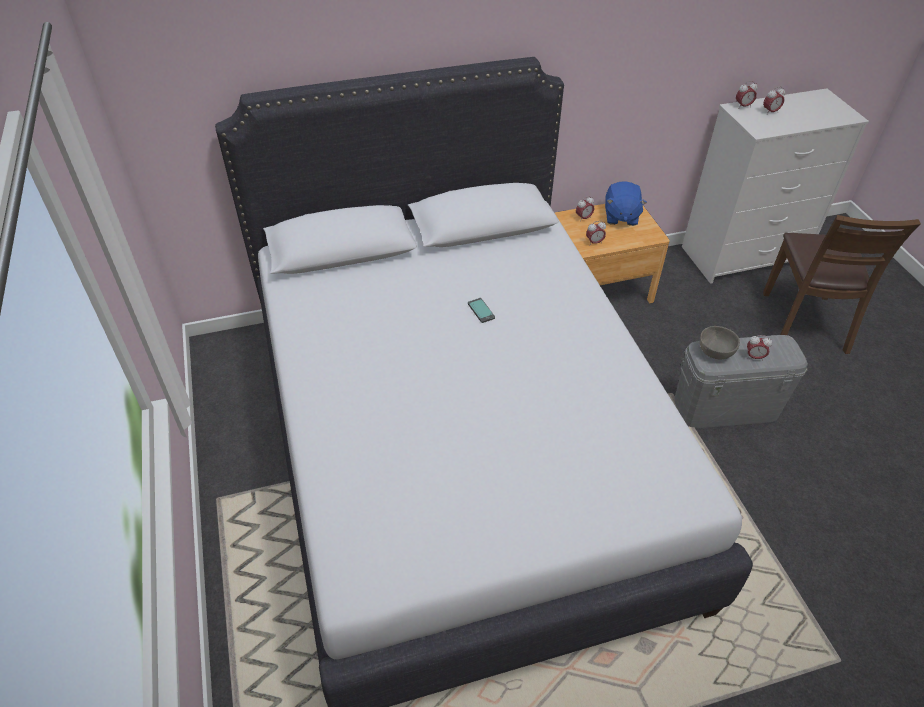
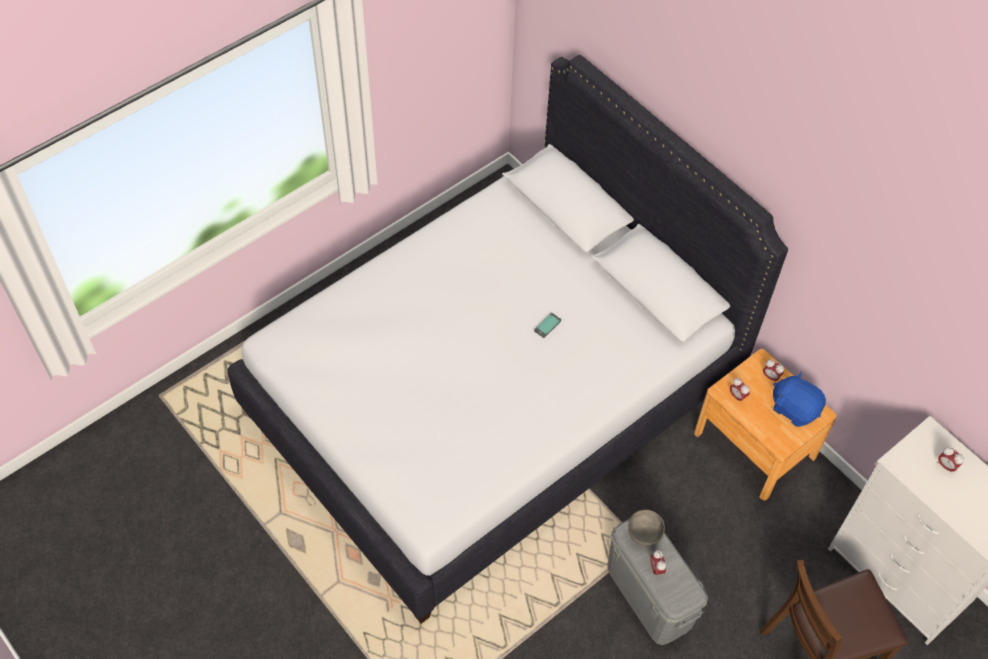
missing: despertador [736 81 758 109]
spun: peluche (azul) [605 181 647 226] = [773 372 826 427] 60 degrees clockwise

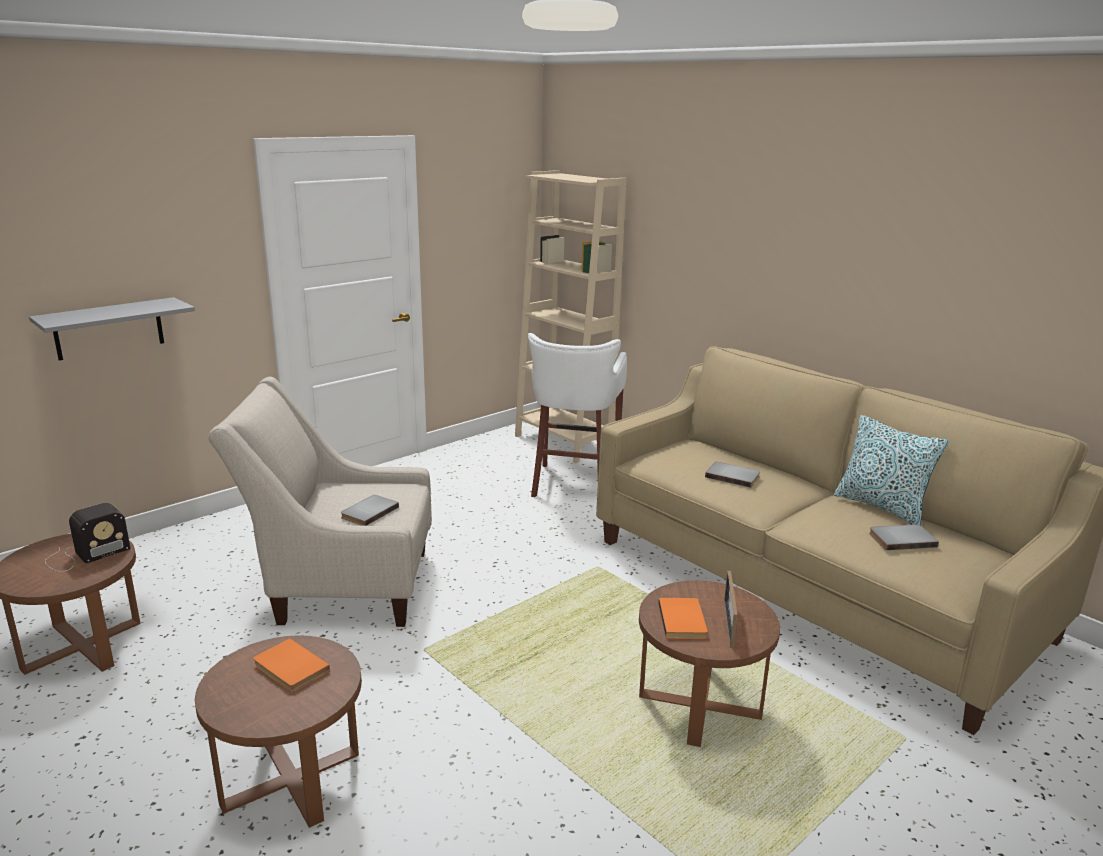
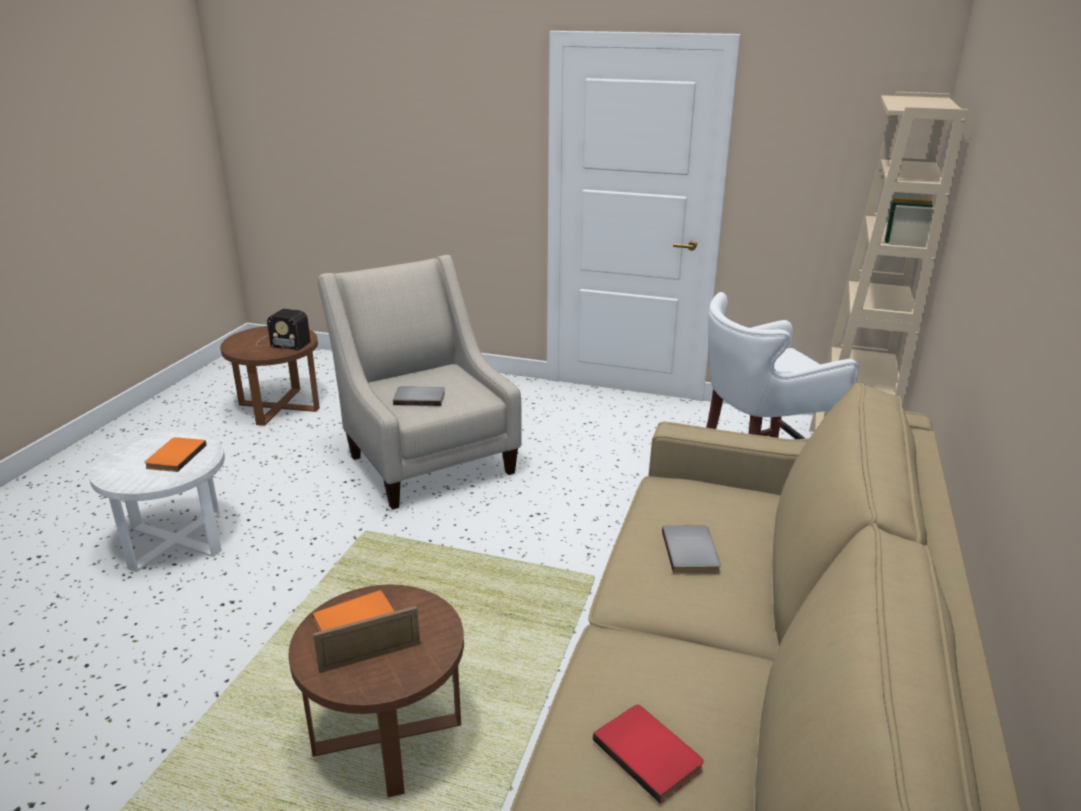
missing: estante (gris) [29 297 195 360]; cojín [834 415 949 526]
colour: mesa auxiliar (marrón) [195 635 362 828] to mesa auxiliar (blanco) [88 431 225 572]; libro (gris) [869 524 939 550] to libro (rojo) [593 705 704 804]

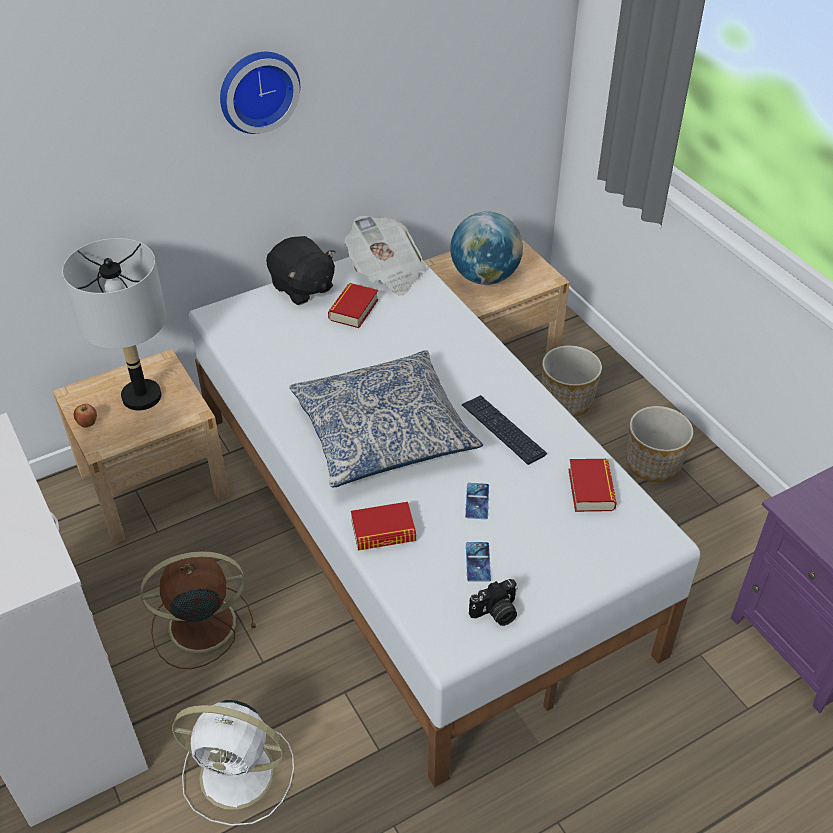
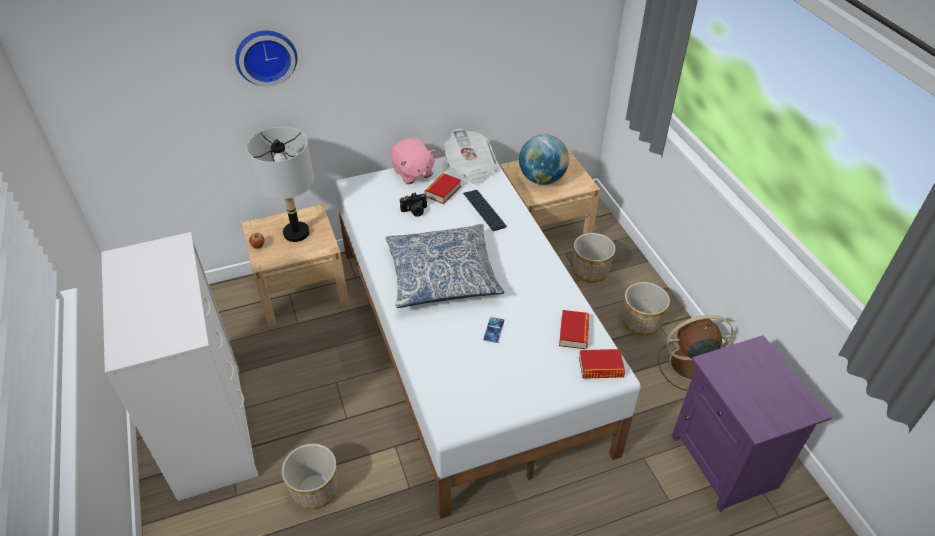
missing: móvil [466 542 491 582]
relocated: reloj de pared [220 52 300 134] to [235 30 297 86]; cámara [469 579 518 626] to [400 192 427 217]; teclado [462 395 547 465] to [463 190 507 231]; libro [351 502 416 551] to [579 349 625 379]; ventilador (marrón) [141 551 256 669] to [658 315 733 391]
exchanged: ventilador (blanco) [172 700 294 826] to maceta [282 444 338 510]
colour: peluche (negro) [266 236 335 305] to peluche (rosa) [390 138 436 184]

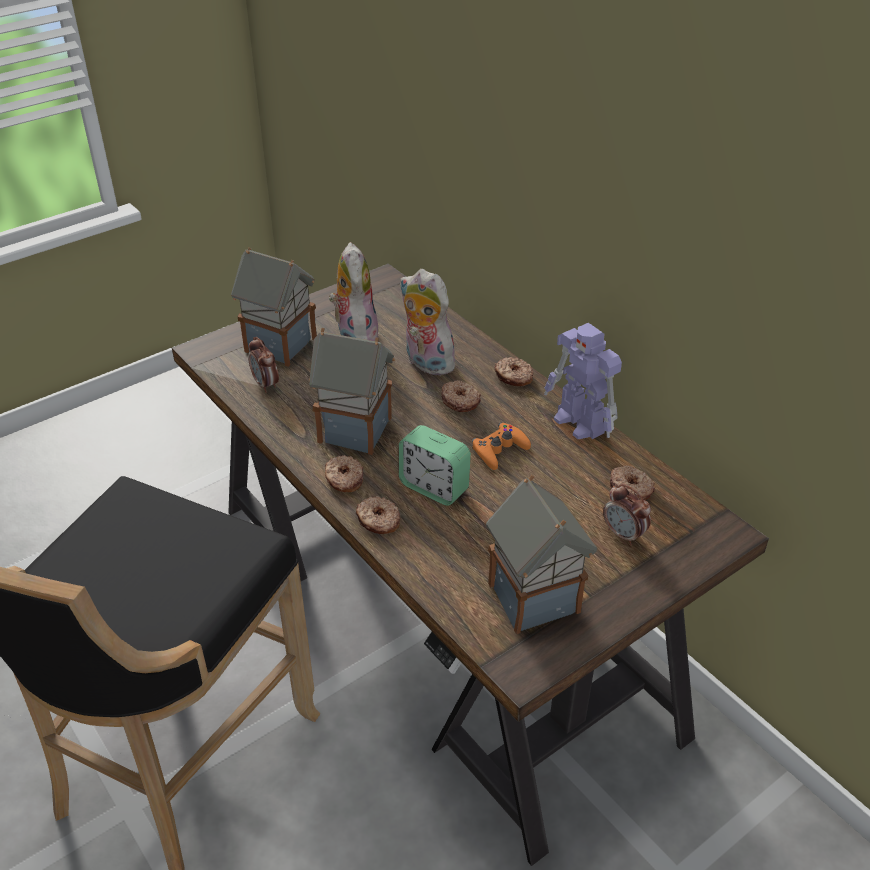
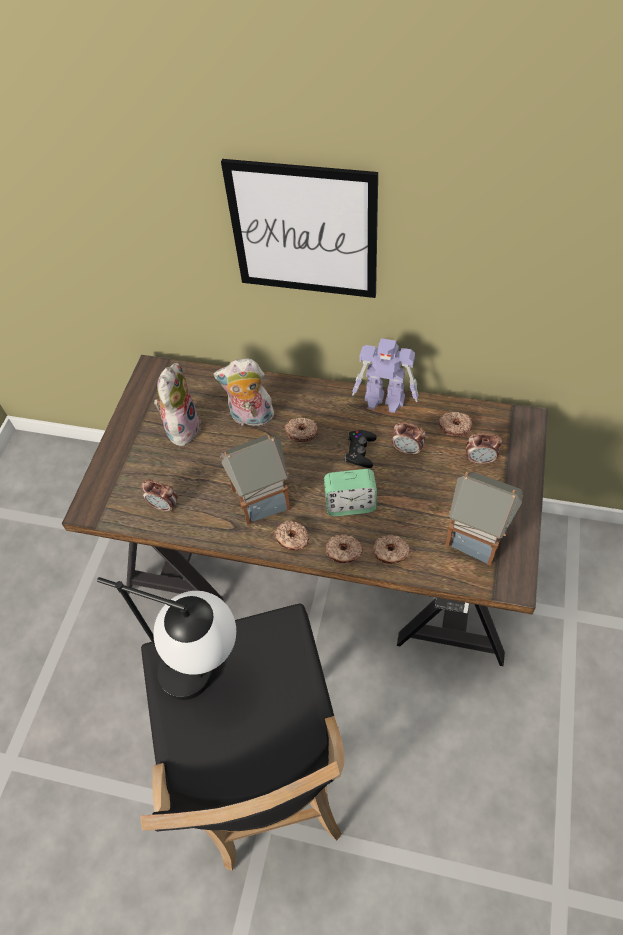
missing: casita [231 248 317 367]
appeared: lámpara de mesa [97 577 236 700]; cuadro [221 159 378 298]; despertador [392 422 426 456]
relocated: rosquilla [494 357 534 387] to [373 535 410 564]
colour: mando de consola (naranja) [472 423 531 470] to mando de consola (negro) [344 430 377 468]
spun: peluche [329 242 379 341] = [154 363 201 446] 60 degrees clockwise

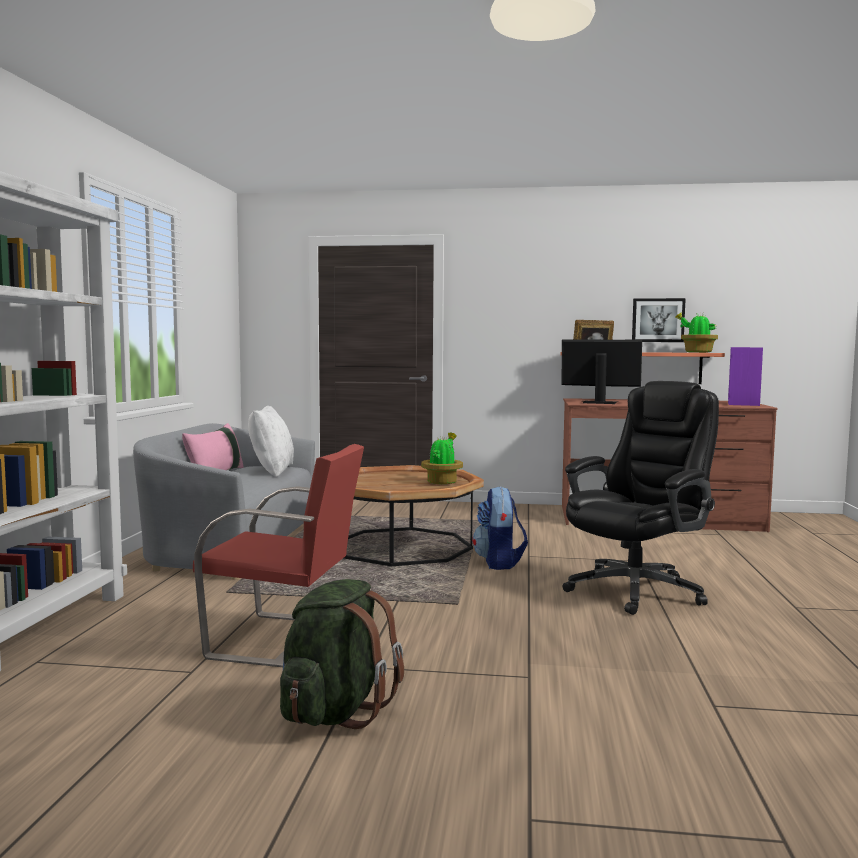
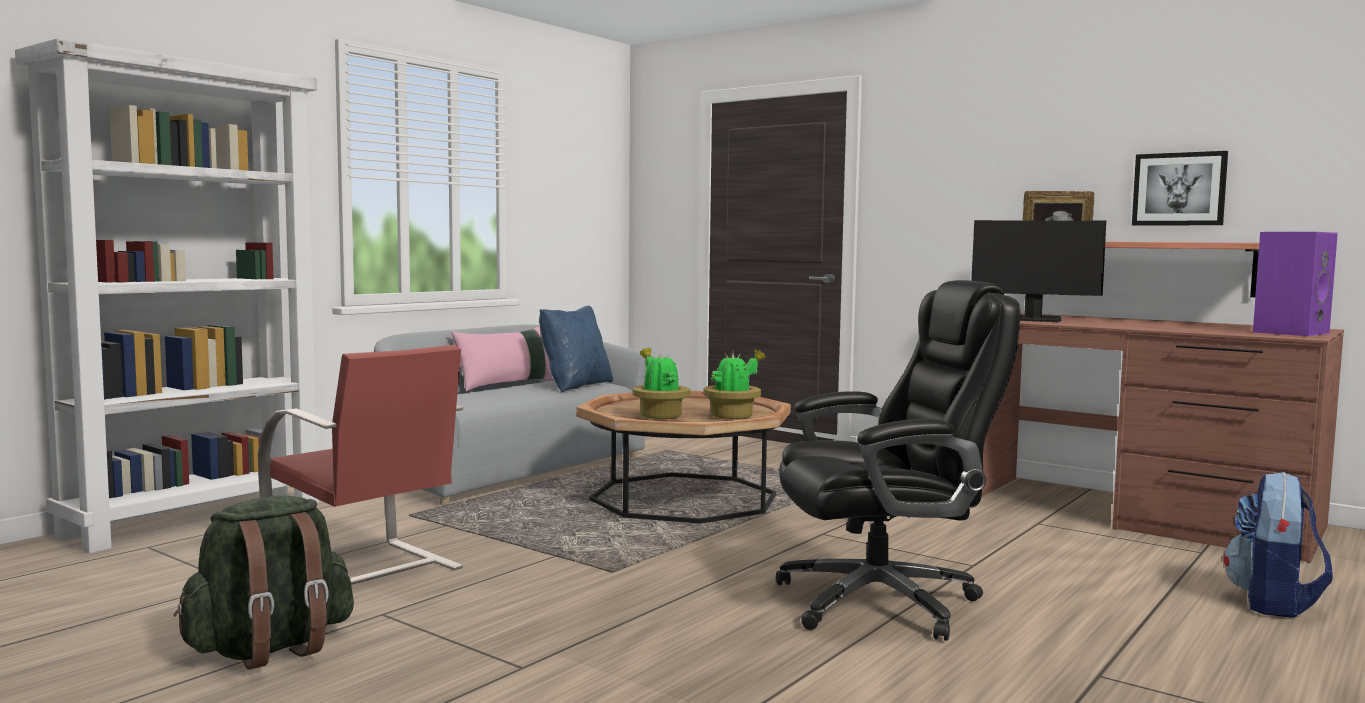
relocated: planta en maceta [675 312 718 353] to [632 348 690 419]; mochila [472 486 528 570] to [1224 472 1333 618]
colour: cojín (blanco) [248 406 294 477] to cojín (azul) [539 306 613 393]
spun: monitor [562 339 642 404] = [971 220 1106 322] 150 degrees clockwise

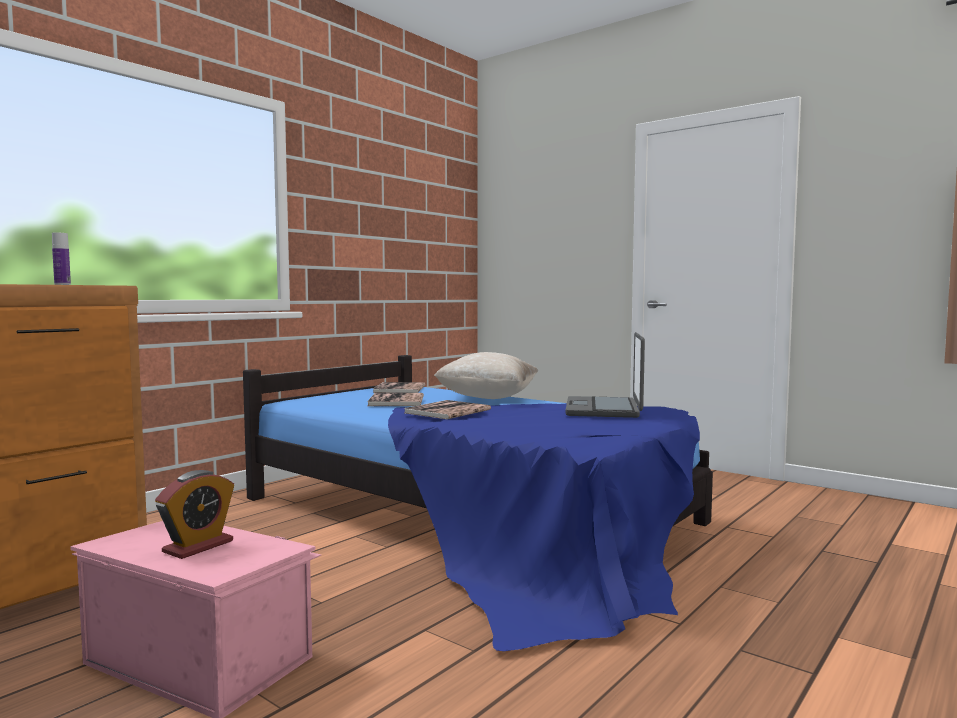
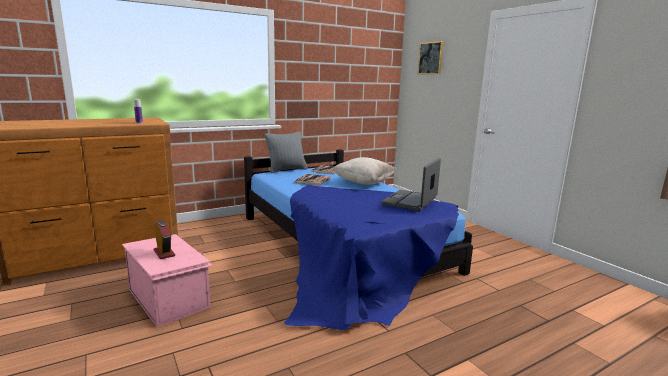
missing: libro [404 400 491 419]
appeared: cojín (gris) [265 131 308 173]; cuadro [418 41 444 74]
spun: despertador [155 470 234 559] = [154 221 175 259] 90 degrees counterclockwise

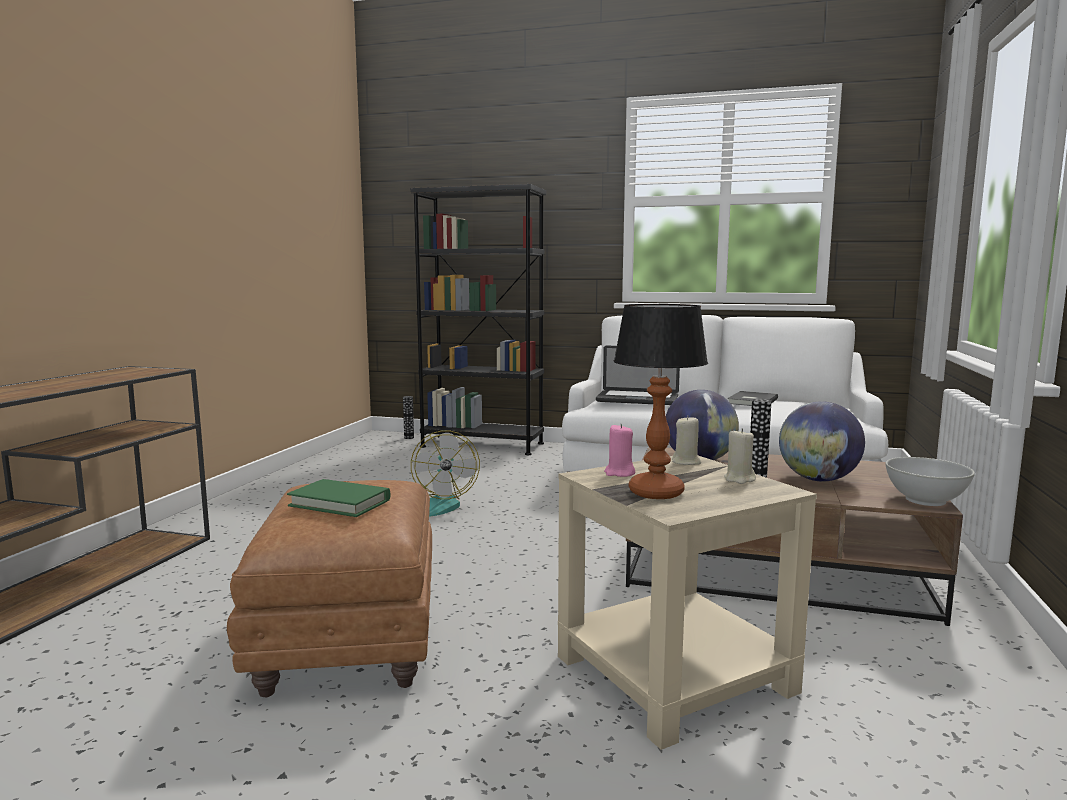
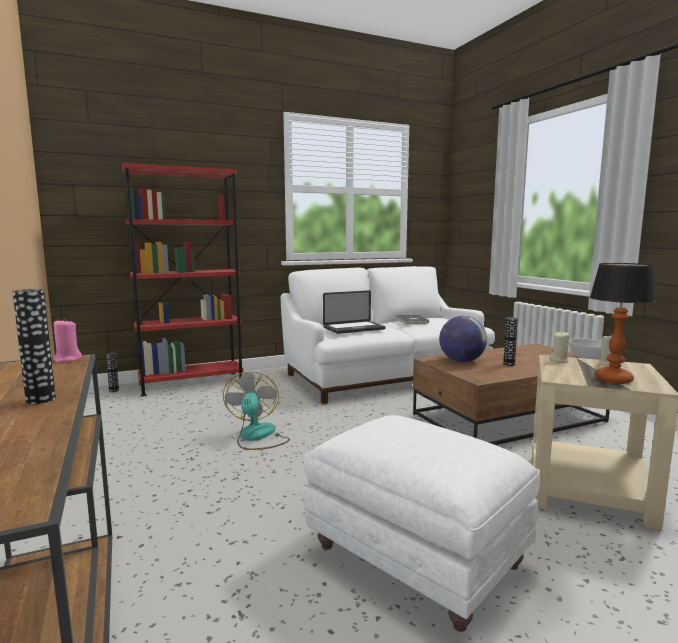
missing: libro (verde) [287 479 390 517]; globo terráqueo [779 401 865 482]
appeared: florero [12 289 56 404]
relocated: vela (rosa) [604 424 635 477] to [53 318 82 363]
colour: estantería (negro) [410 184 546 455] to estantería (rojo) [122 163 243 397]; puf (marrón) [227 480 432 697] to puf (blanco) [302 415 540 632]
spun: ventilador [411 431 480 516] = [223 372 290 450] 135 degrees counterclockwise

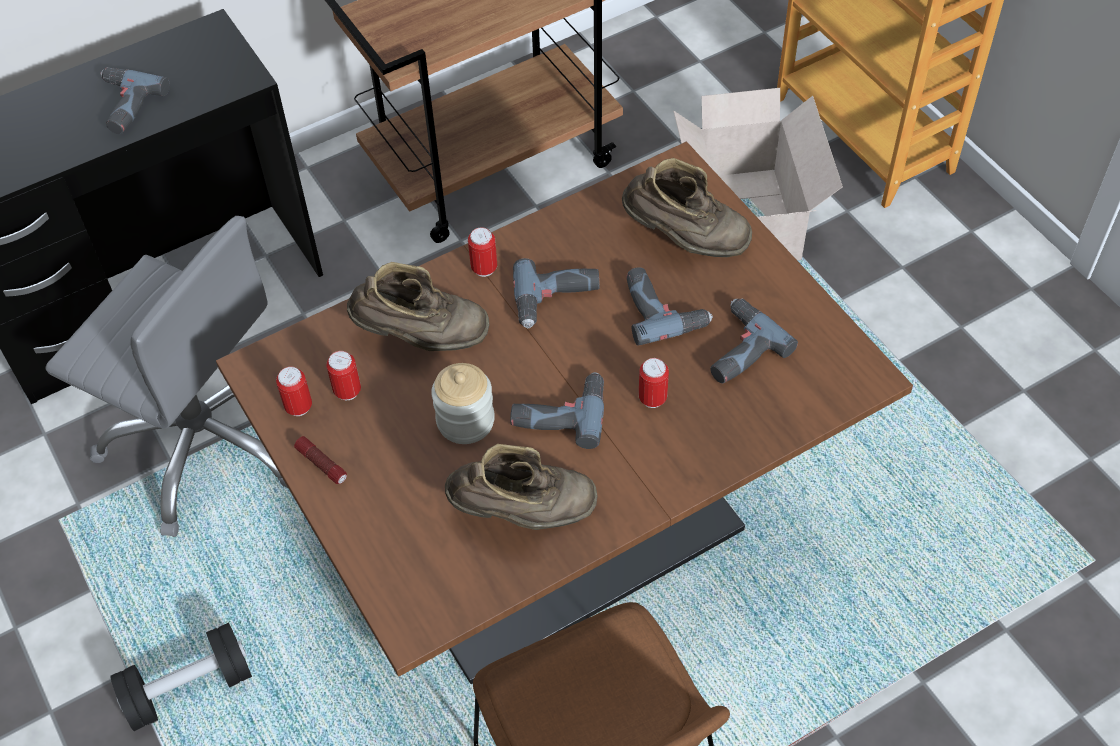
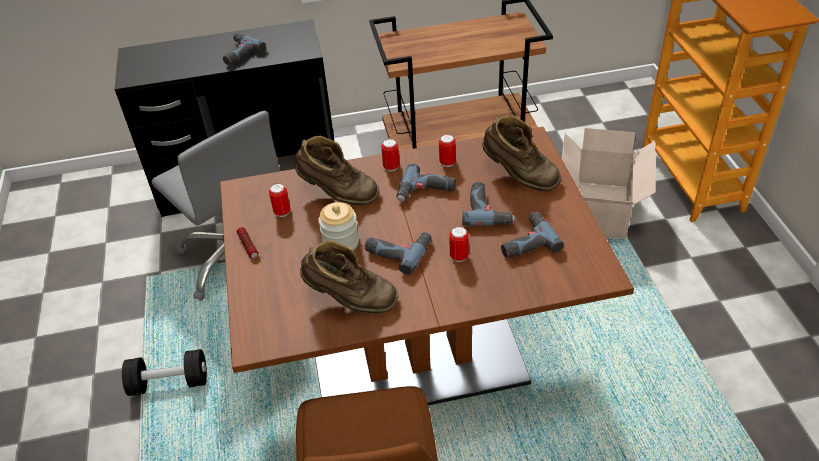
relocated: lata [276 366 312 416] to [439 134 456 167]

